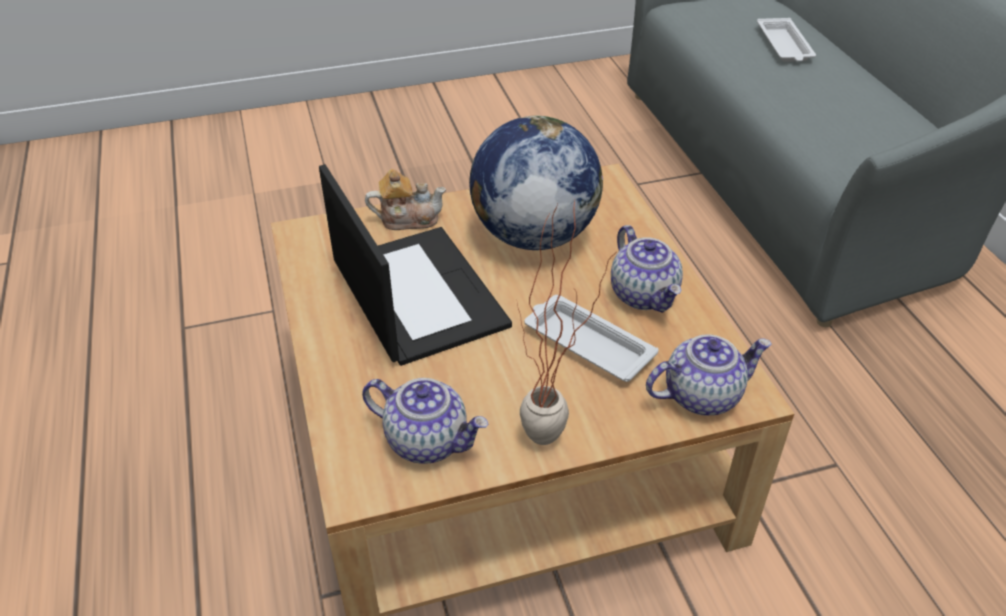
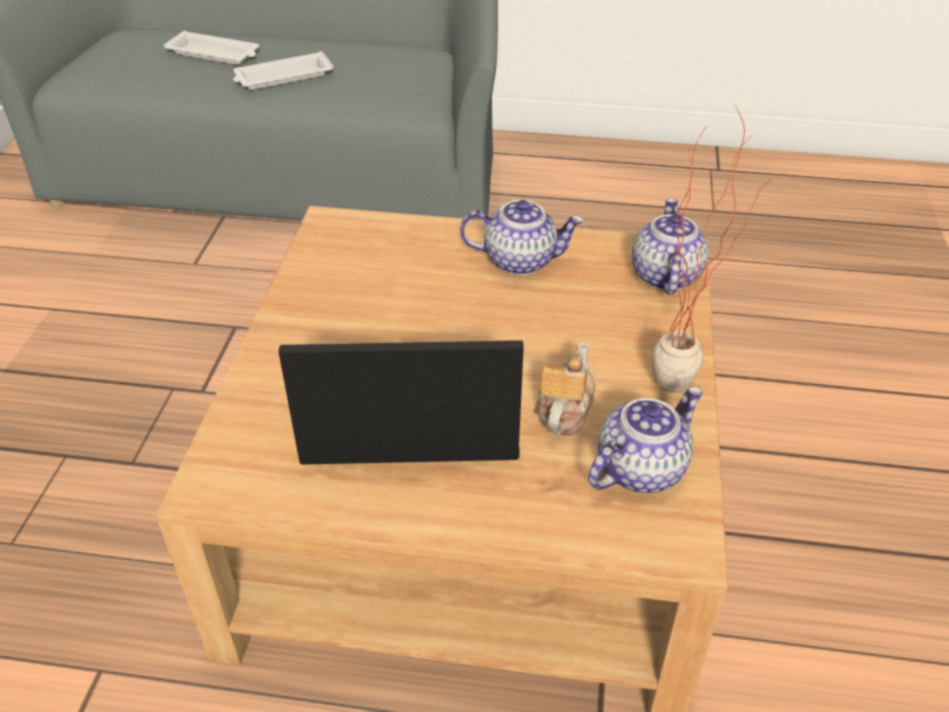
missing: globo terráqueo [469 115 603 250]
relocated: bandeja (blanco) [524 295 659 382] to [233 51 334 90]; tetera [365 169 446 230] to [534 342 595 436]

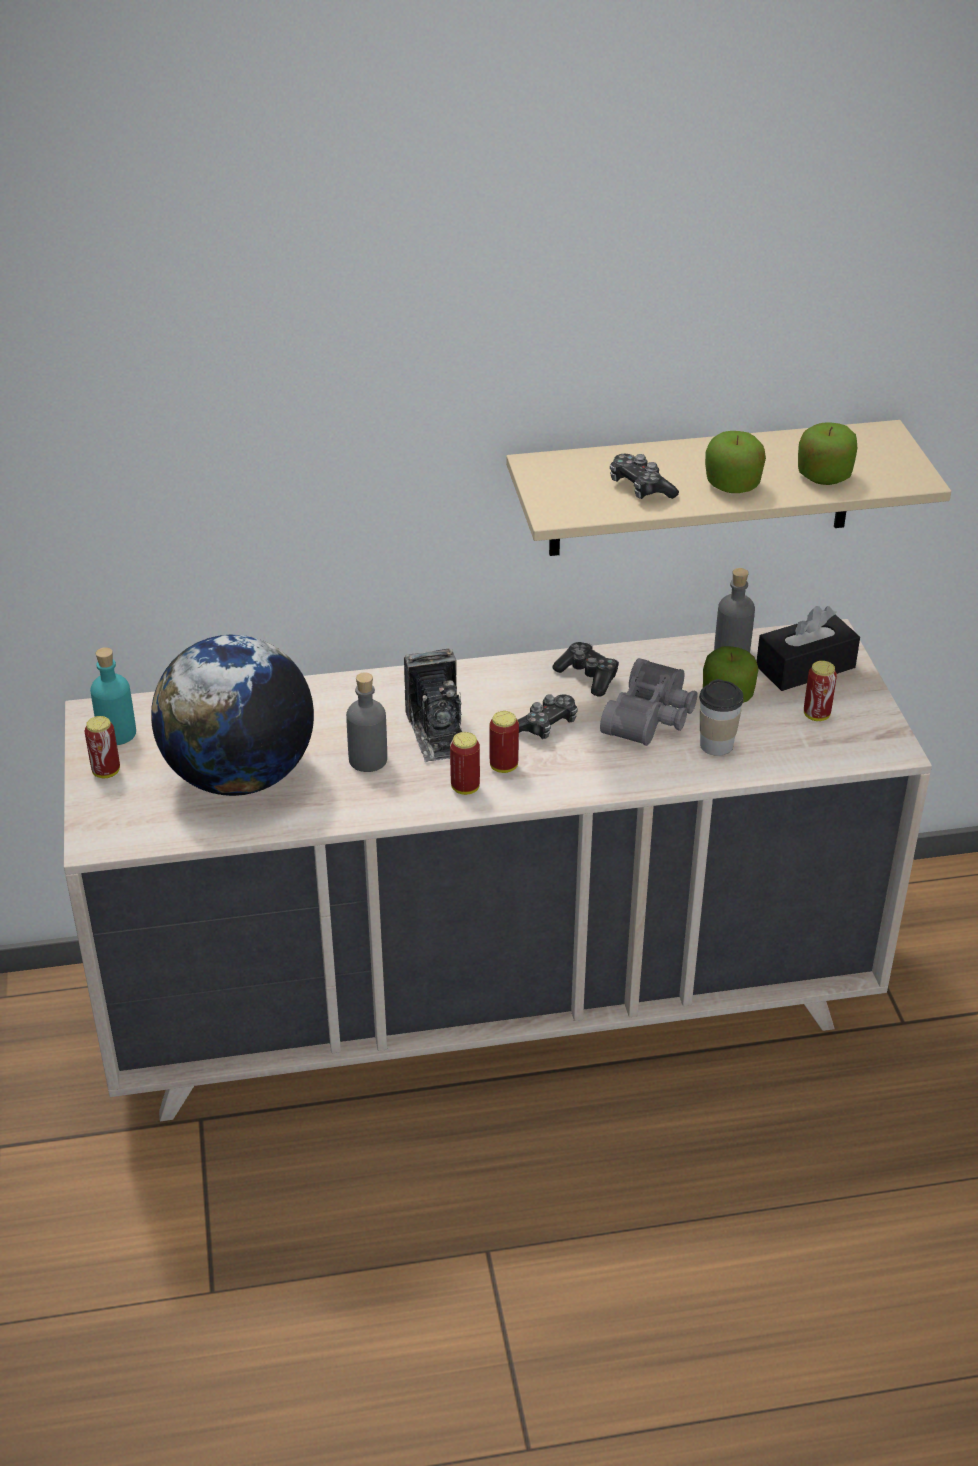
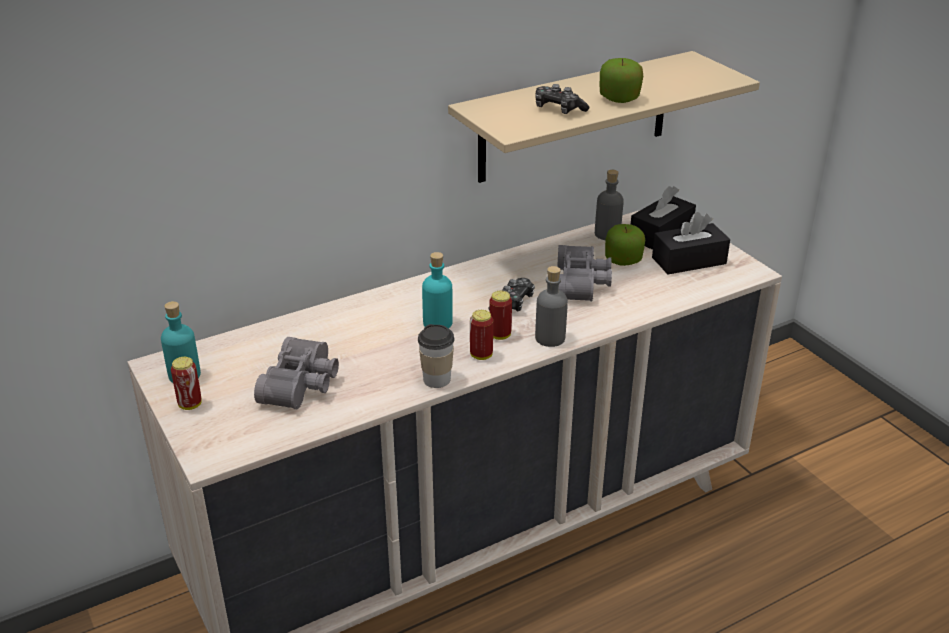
missing: mando de consola [553 642 619 696]; manzana [798 422 857 485]
relocated: taza [699 679 744 756] to [418 324 454 388]; botella (gris) [346 672 387 772] to [535 266 568 347]
exchanged: globo terráqueo [151 635 314 796] to prismáticos (gris) [254 337 339 409]; cámara [404 648 462 763] to botella (turquesa) [422 252 453 328]; lata [804 661 837 721] to caja de pañuelos (negro) [652 212 730 274]

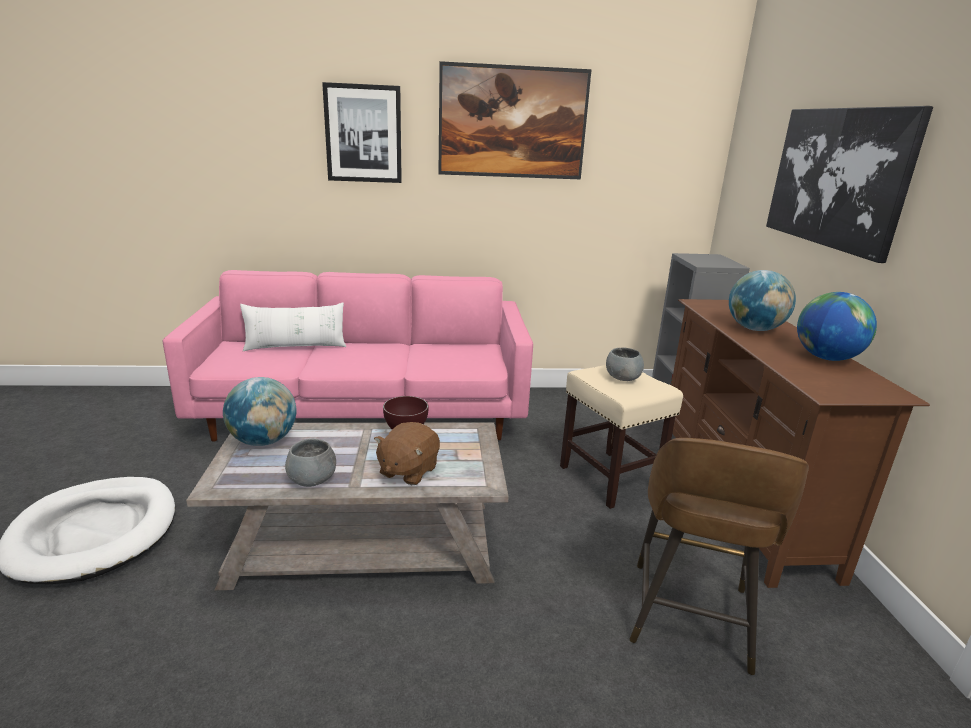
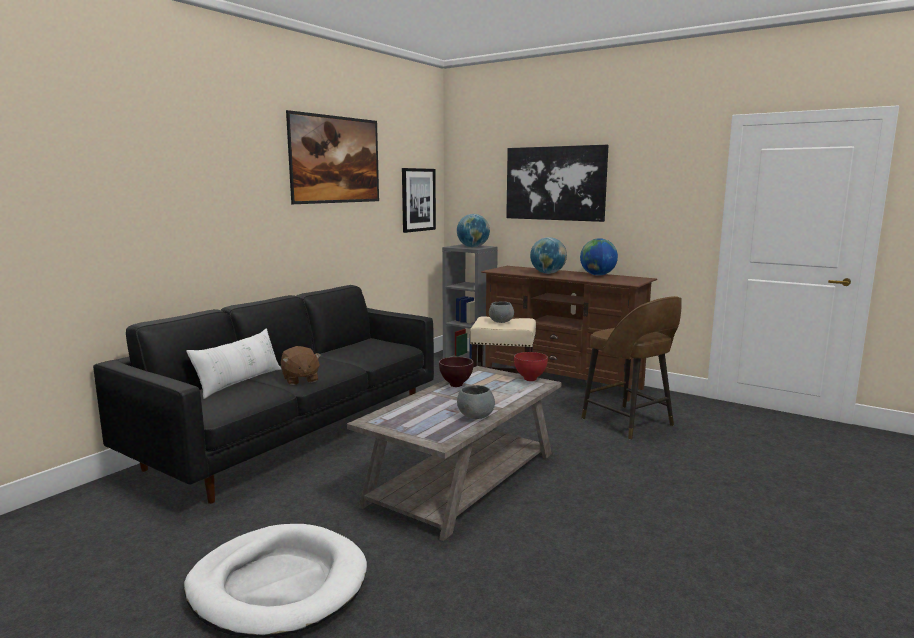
appeared: cuenco (rojo) [514 352 548 381]
relocated: peluche (marrón) [374 422 440 485] to [281 346 321 385]; cuadro [322 82 402 183] to [402 168 436 233]; globo terráqueo [223 377 296 446] to [457 214 490 247]
colour: sofá (rosa) [162 270 533 442] to sofá (negro) [93 285 434 504]

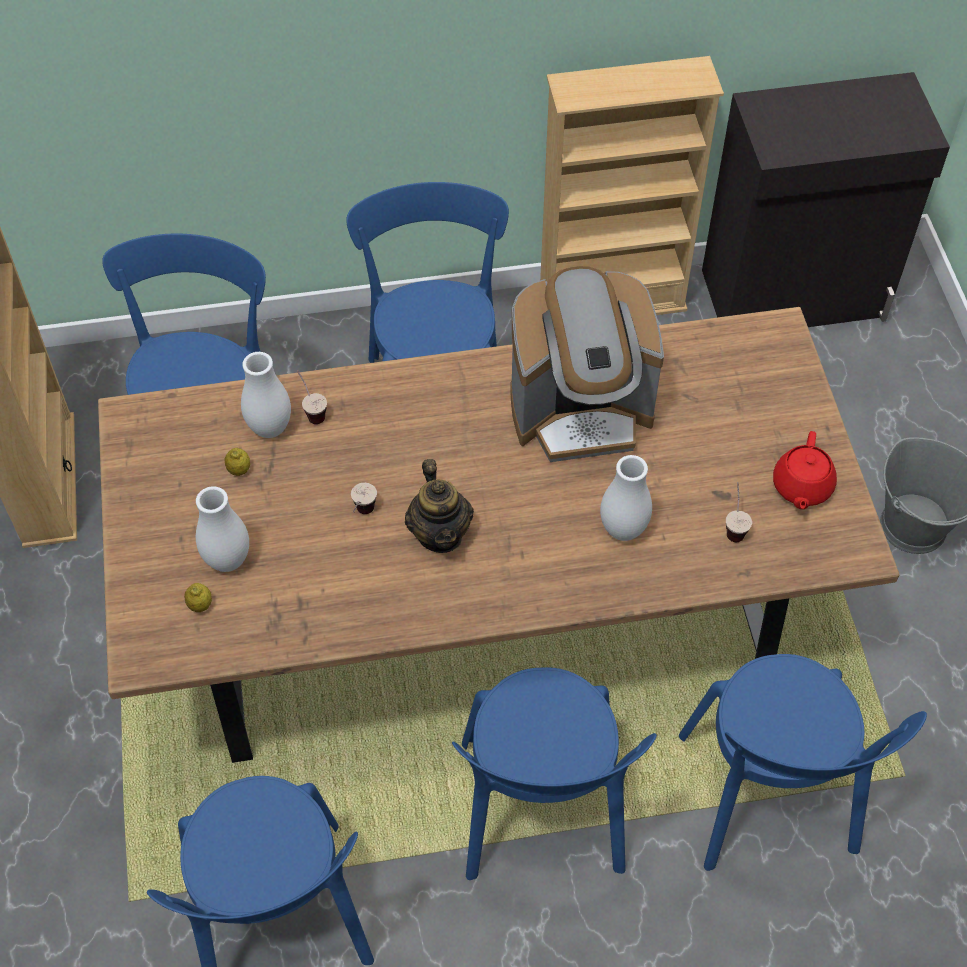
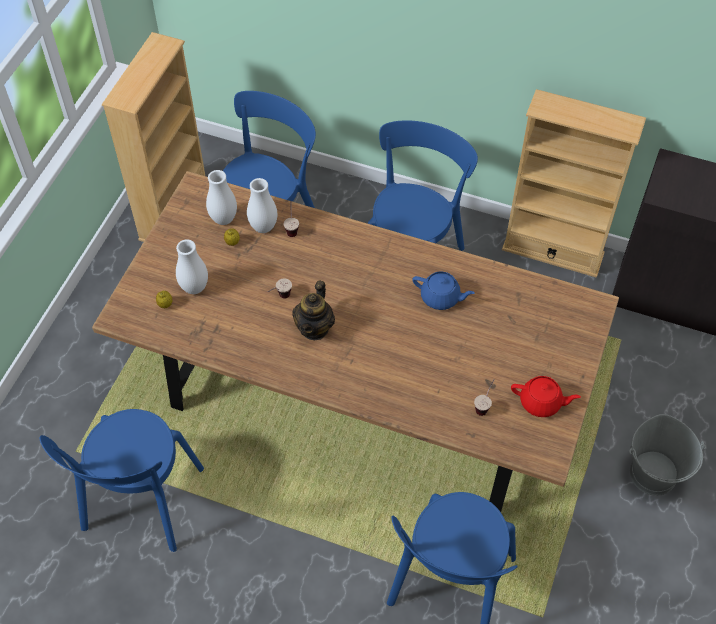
missing: silla (azul) [452 667 657 880]
relocated: florero (blanco) [600 455 652 541] to [206 170 237 225]
exchanged: cafetera [510 266 664 462] to tetera (azul) [412 271 475 310]
spun: tetera (rojo) [773 431 837 509] = [511 376 581 417] 120 degrees counterclockwise

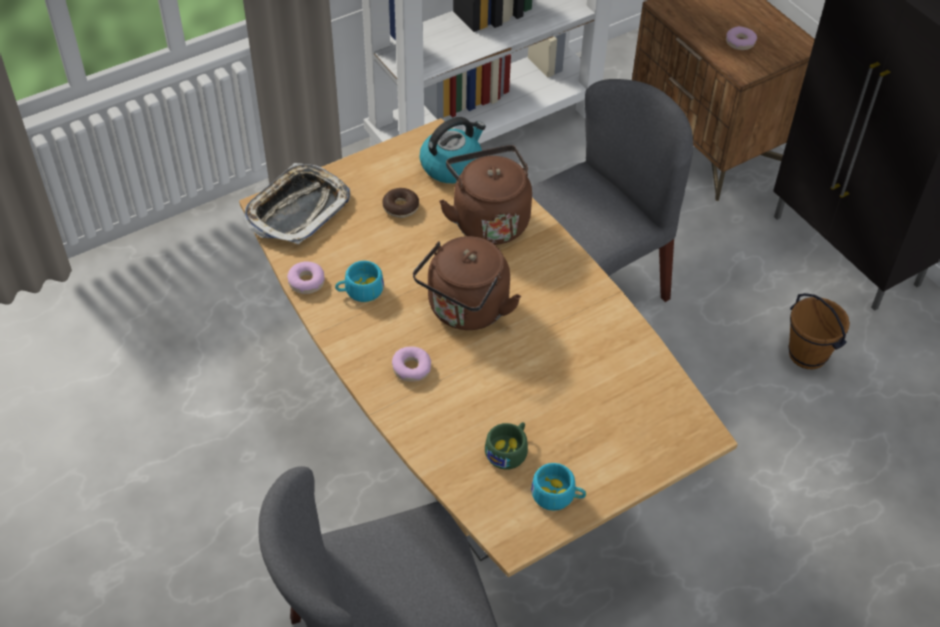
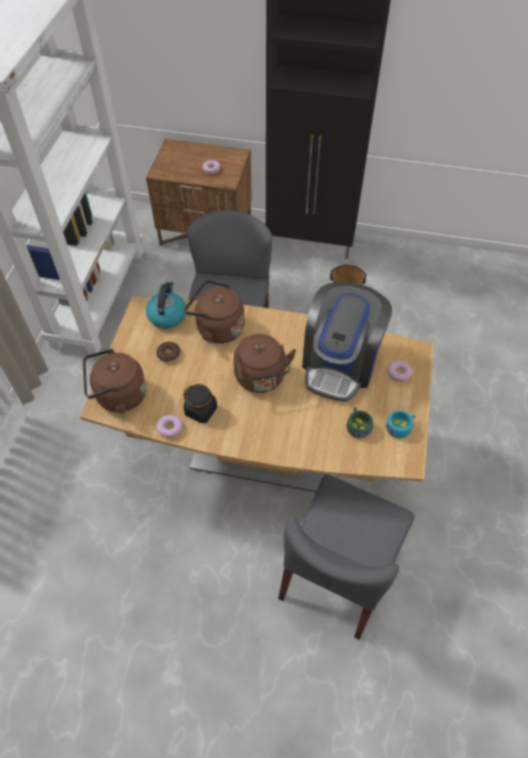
appeared: cafetera [302 282 392 402]
relocated: rosquilla [392 346 431 382] to [387 361 413 382]
exchanged: bandeja [244 163 350 245] to hervidor (marrón) [83 349 146 413]; taza (turquesa) [335 261 384 302] to tarro (negro) [183 384 217 423]

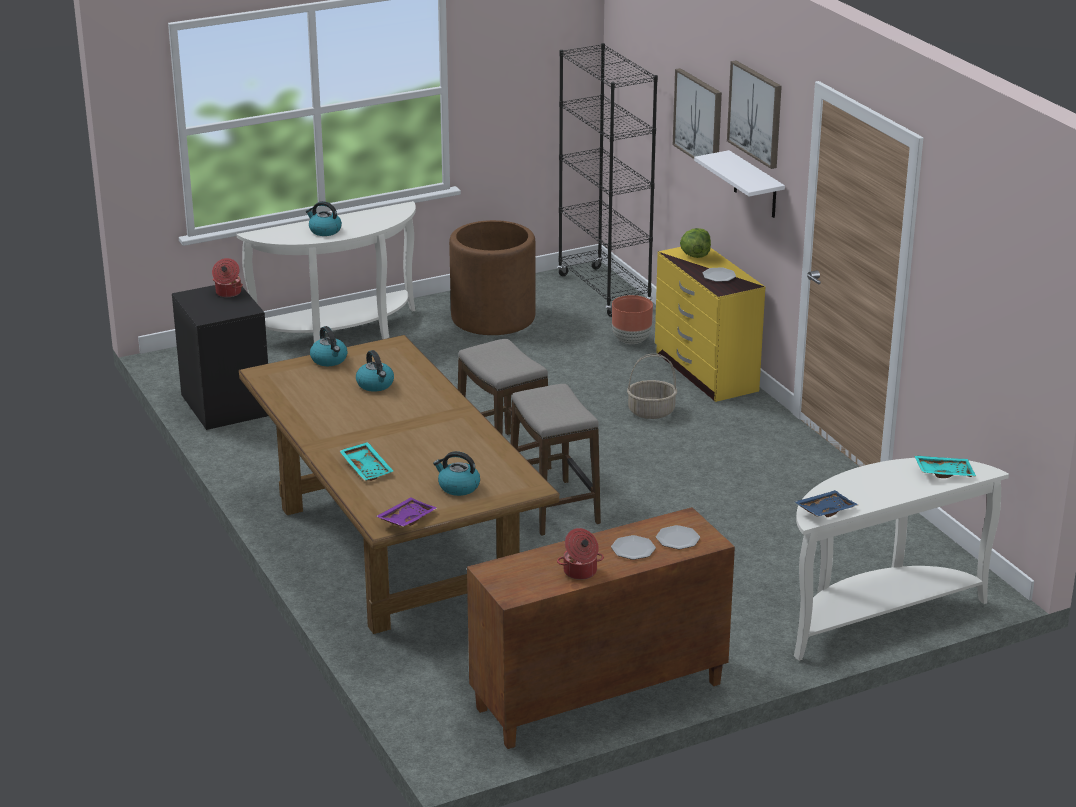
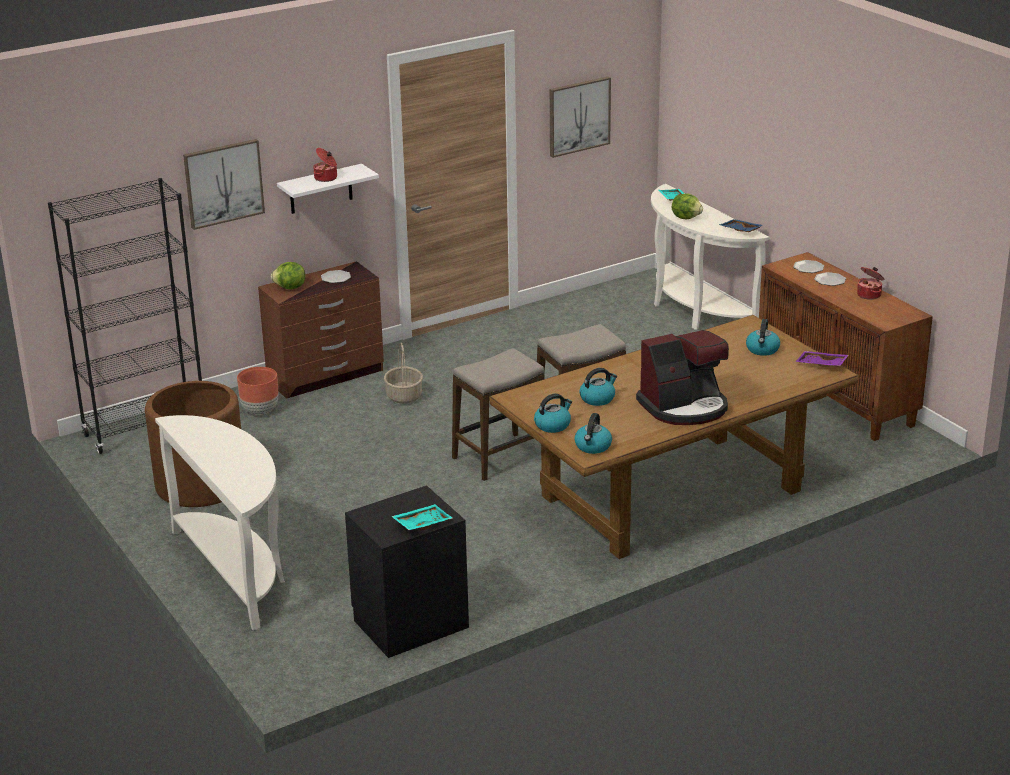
appeared: cafetera [636 330 729 425]; lechuga [672 193 703 219]
relocated: olla [212 258 243 297] to [313 148 337 182]; bandeja (turquesa) [340 442 393 481] to [391 504 452 530]; cuadro [727 60 782 169] to [550 77 611 158]; hervidor [306 201 342 236] to [574 413 612 454]
colour: cómoda (amarillo) [655 247 765 402] to cómoda (marrón) [258 261 384 399]

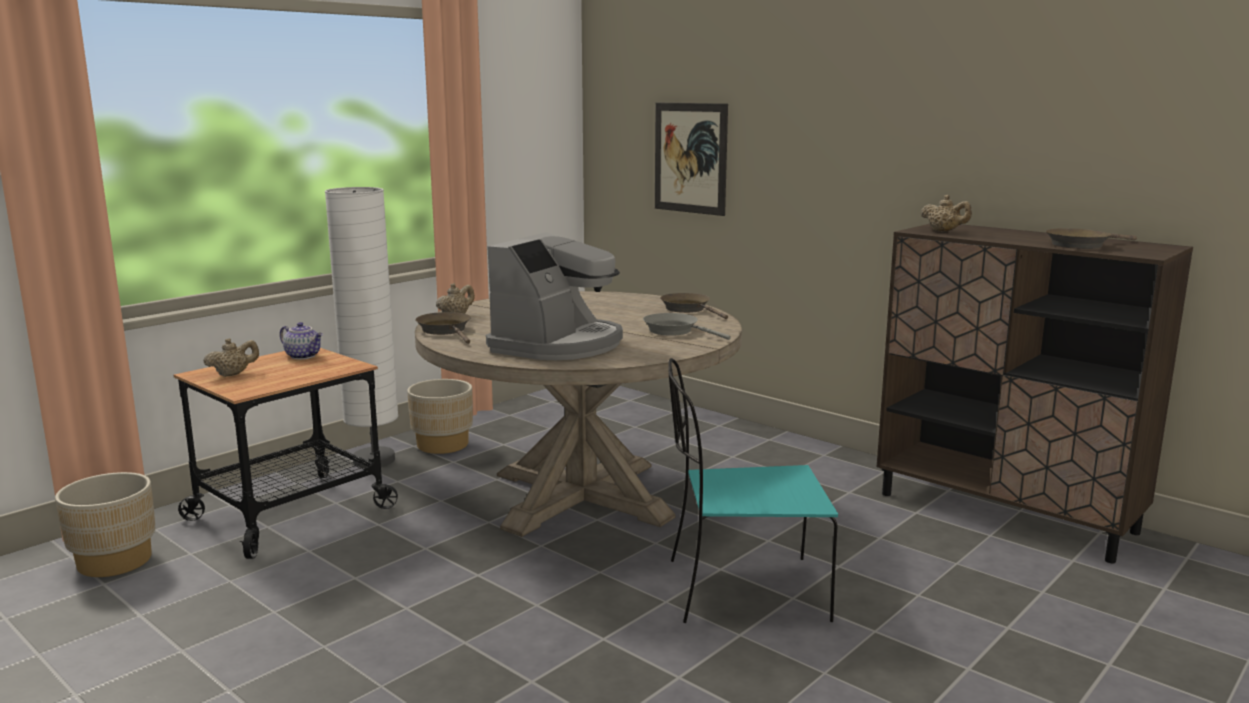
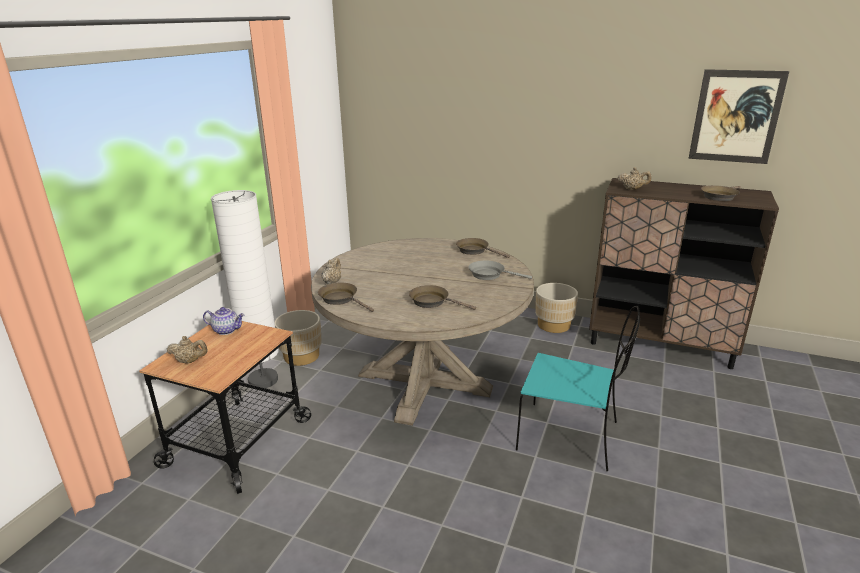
relocated: maceta (beis) [55 472 155 577] to [535 283 578 333]; cuadro [655 103 728 216] to [689 69 789 164]
exchanged: cafetera [486 232 623 360] to sartén (marrón) [409 285 476 310]
spun: tetera (beis) [203 338 259 377] = [167 336 208 363] 60 degrees clockwise; silla (turquesa) [668 358 838 623] = [516 306 640 471] 135 degrees counterclockwise

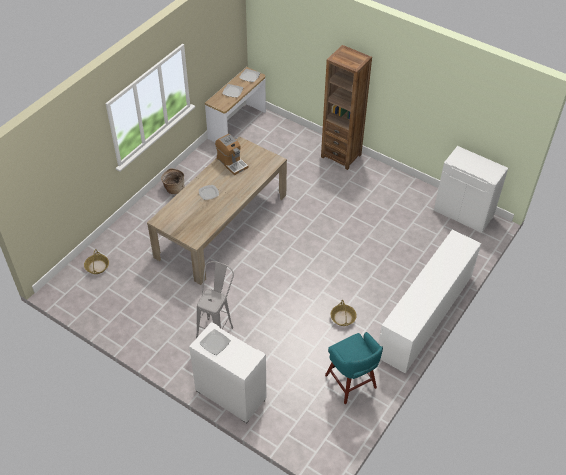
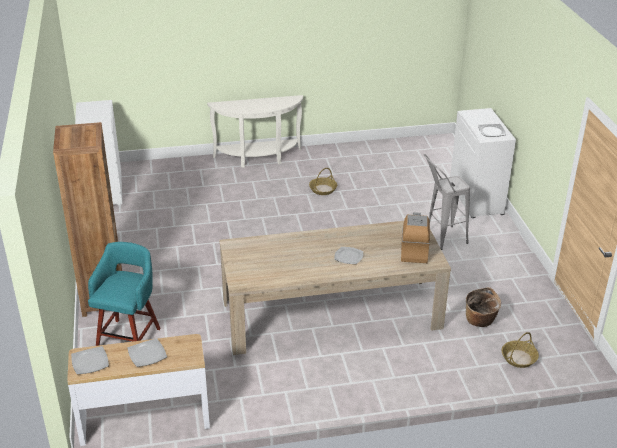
relocated: taburete (turquesa) [325 332 383 404] to [88 242 161 346]; cafetera [215 134 249 175] to [401 212 430 263]; cesta [161 168 185 194] to [466 287 501 327]
exchanged: cómoda (blanco) [378 230 481 374] to mesa consola (blanco) [207 95 303 168]

